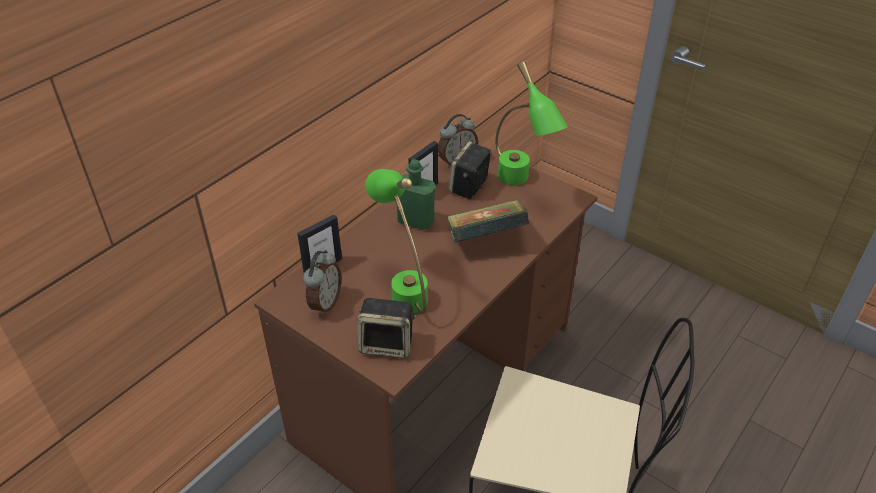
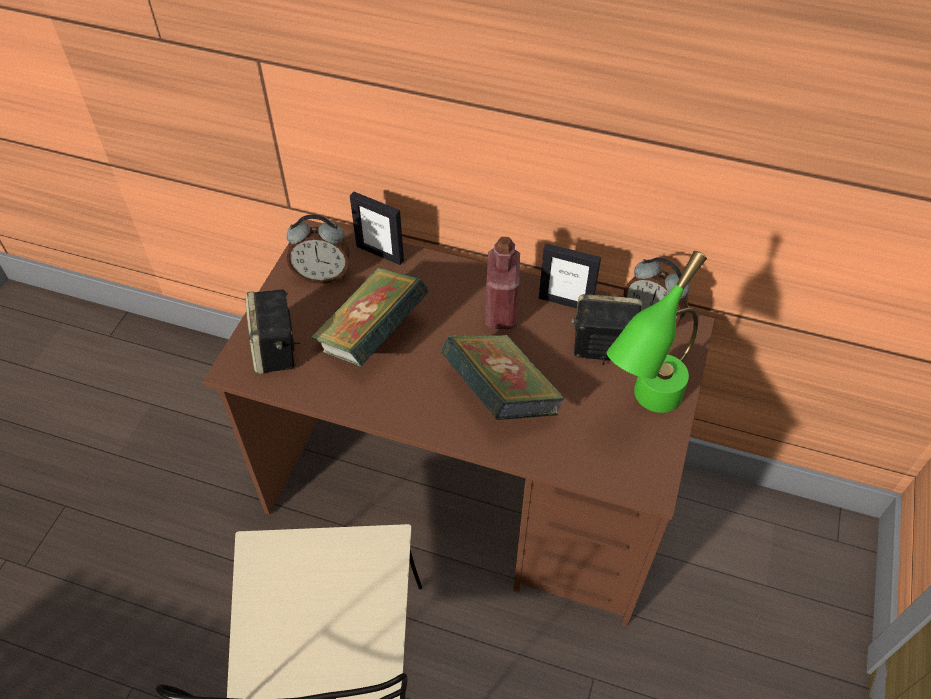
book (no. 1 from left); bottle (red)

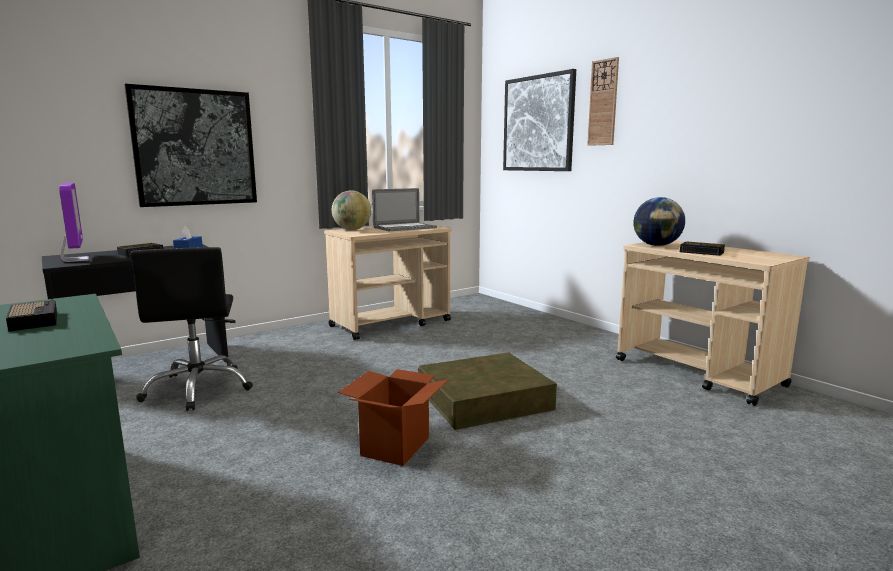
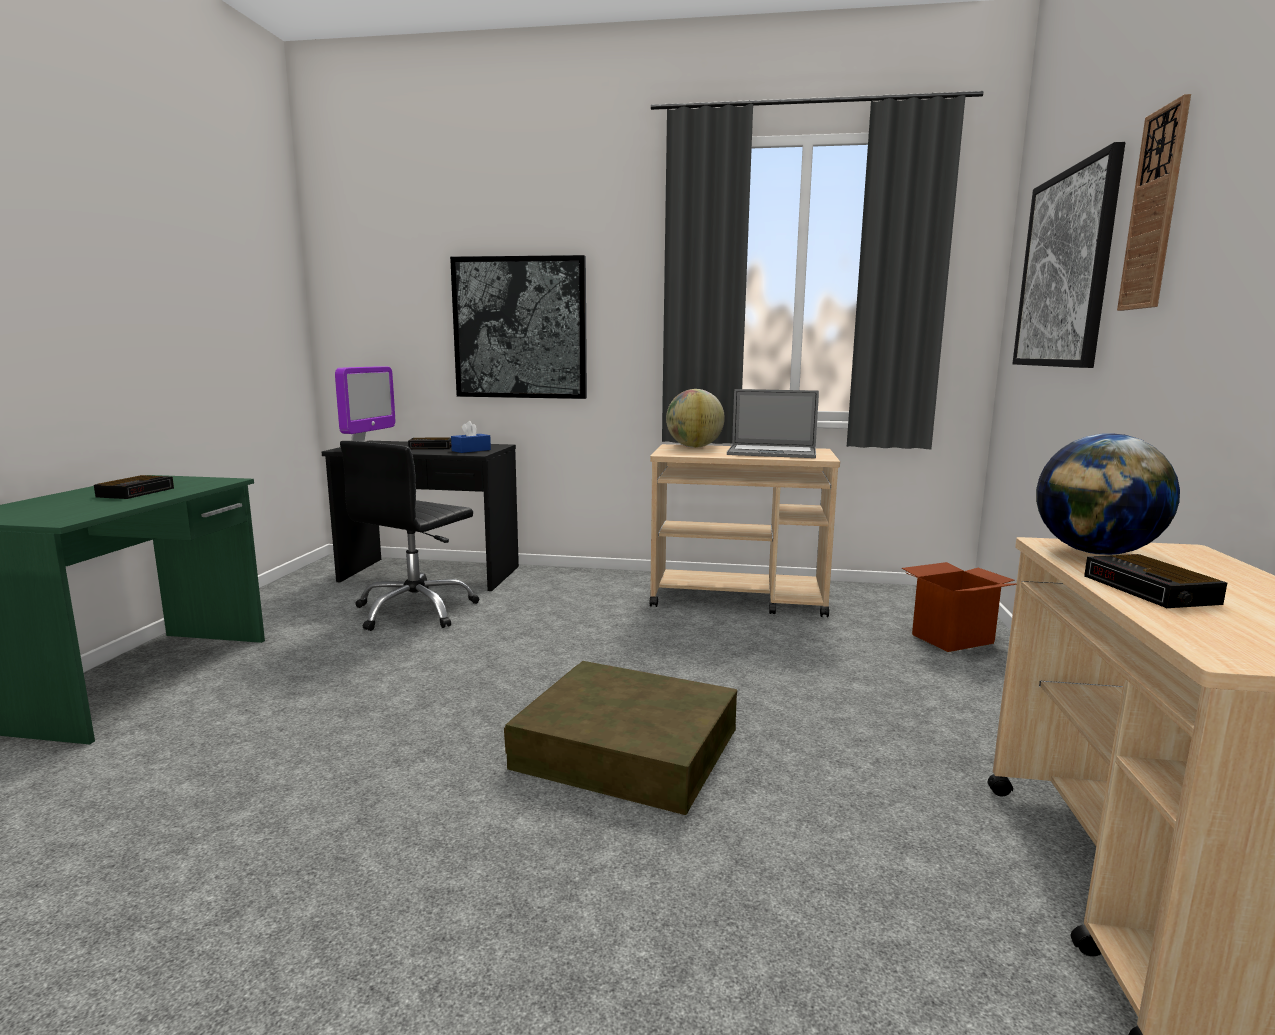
cardboard box

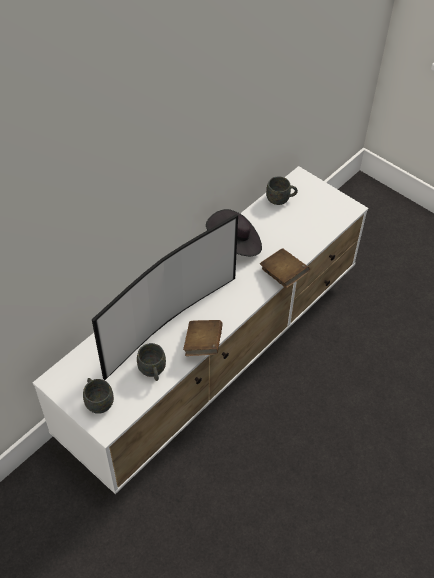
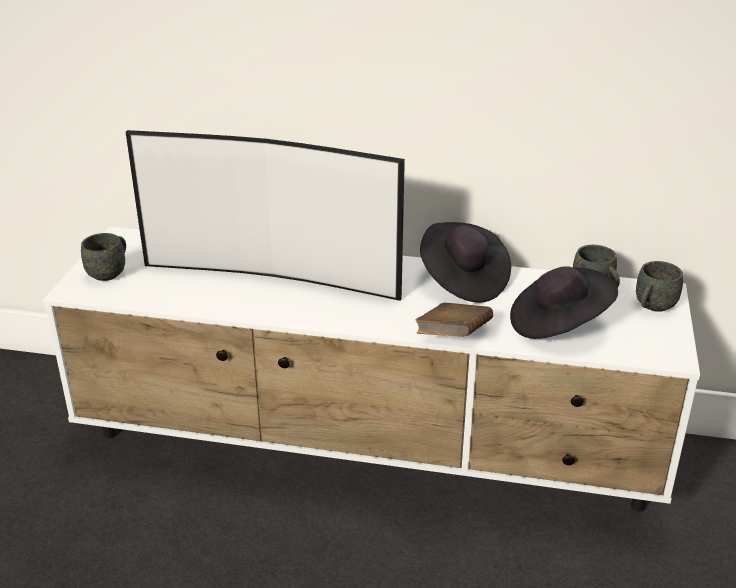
book (brown) (no. 1 from left in the first image); hat (black) (no. 2 from left); mug (grey) (no. 3 from left)

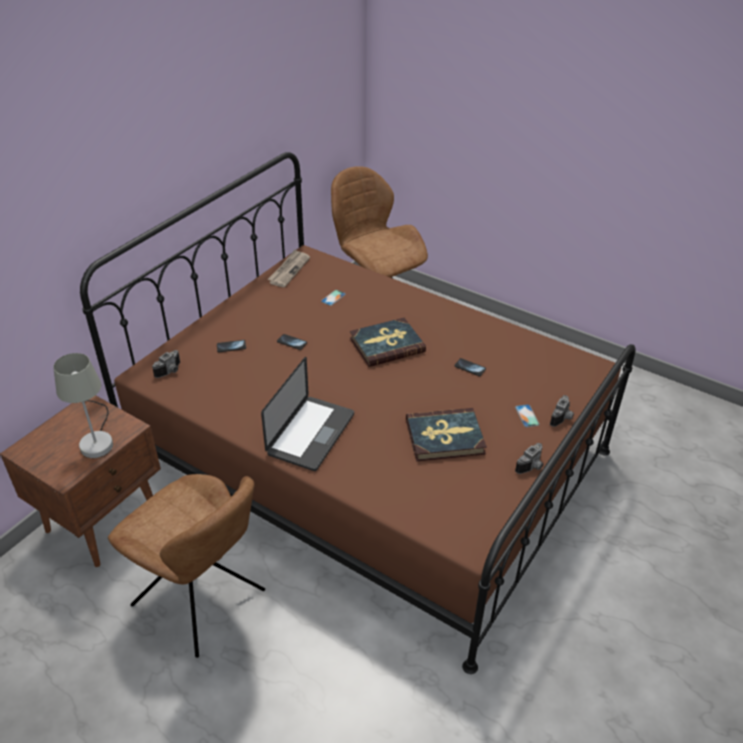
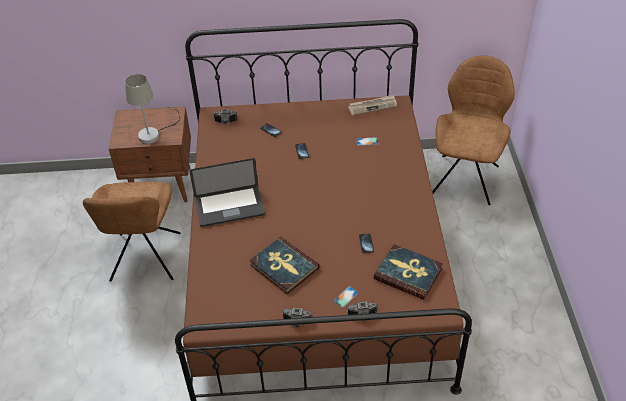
book (no. 2 from left)

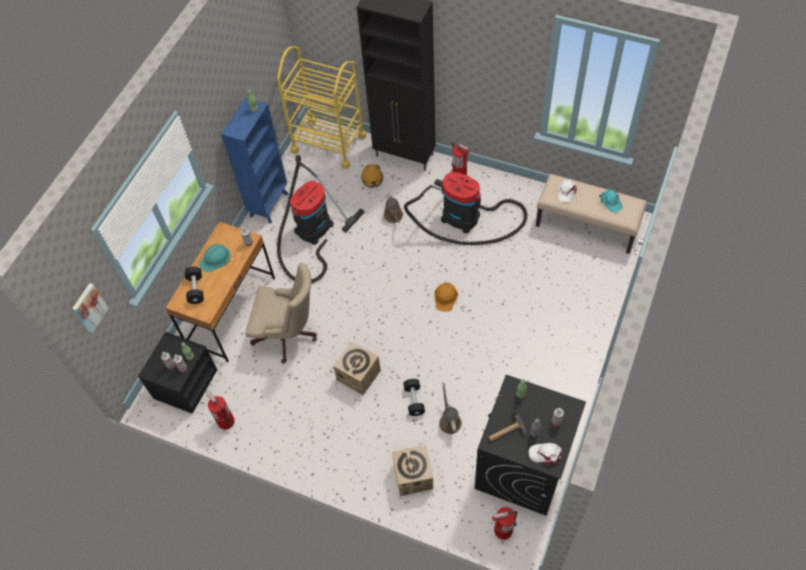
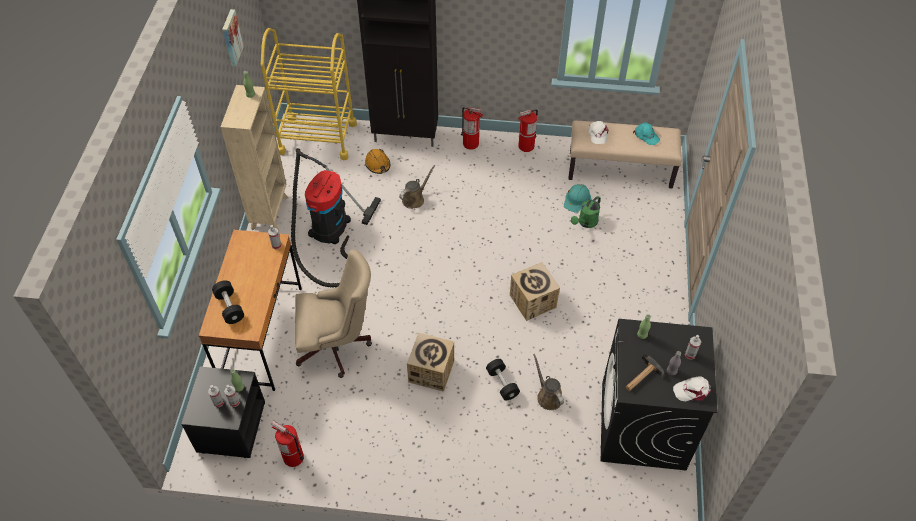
vacuum cleaner (no. 2 from left in the first image); hard hat (orange) (no. 2 from left in the first image); watering can (green); picture; hard hat (turquoise); cardboard box (no. 2 from left); fire extinguisher (no. 3 from left); bookcase (beige); watering can (brown) (no. 1 from left)

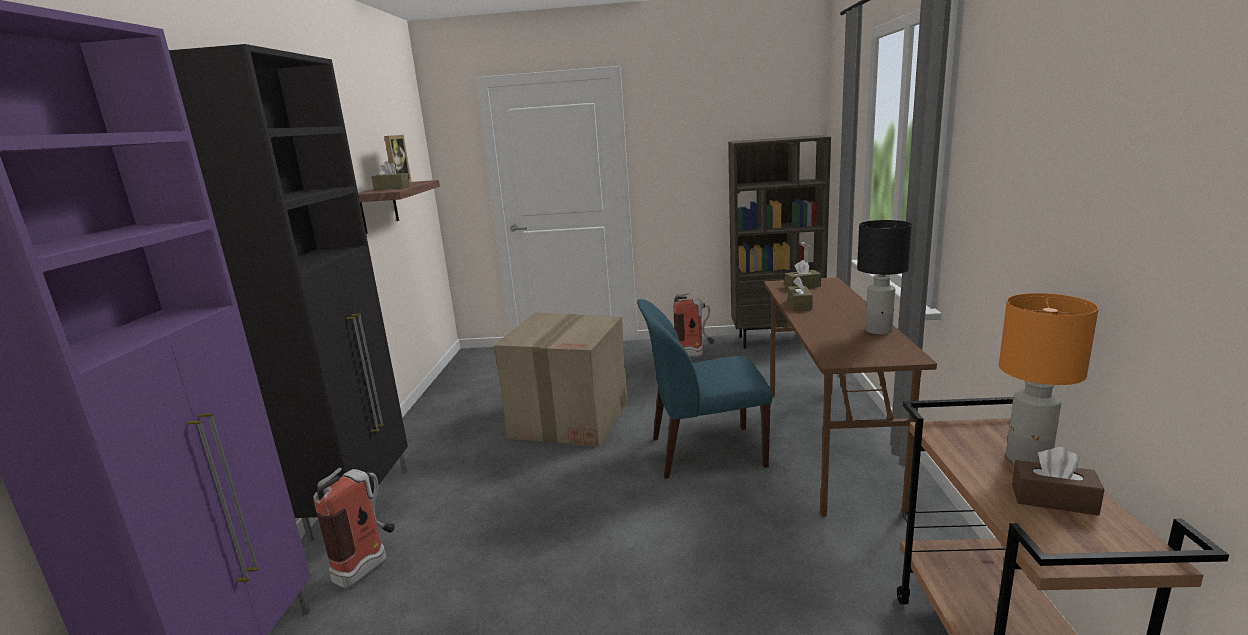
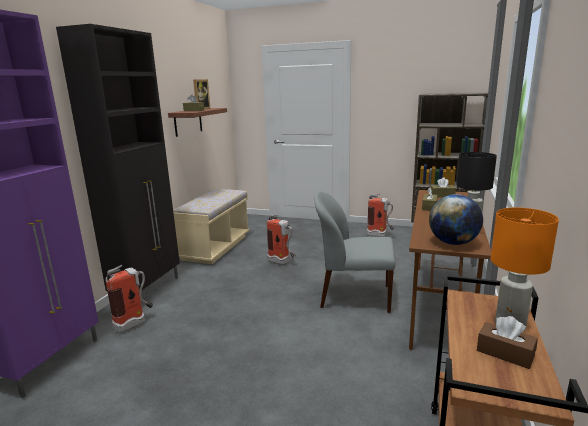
bench (beige); globe; fire extinguisher (no. 2 from left); chair (grey)

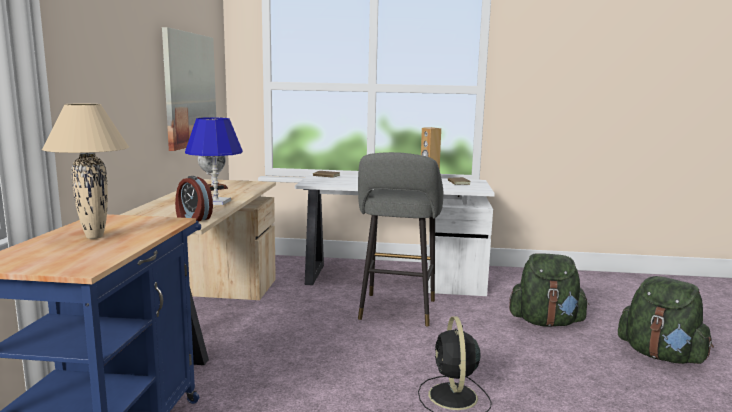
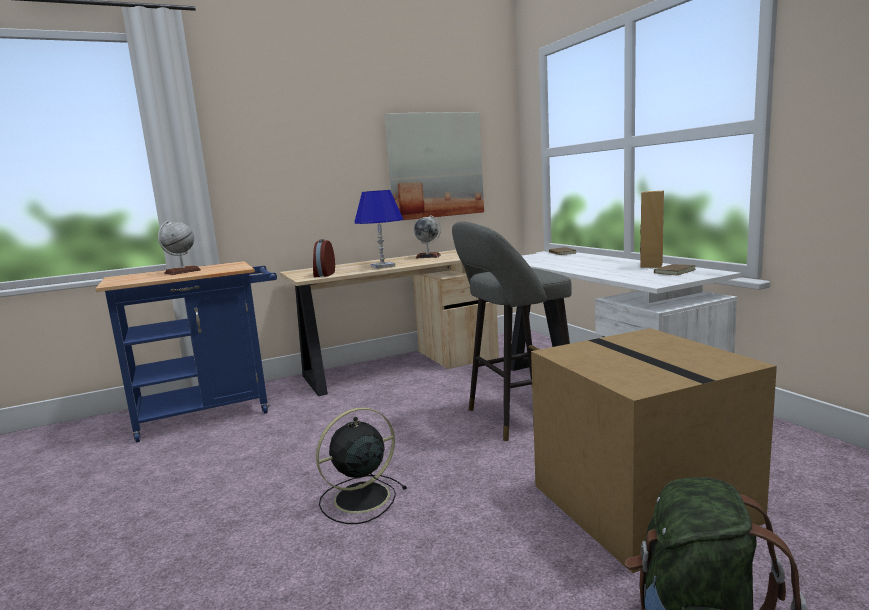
globe (no. 1 from left); cardboard box

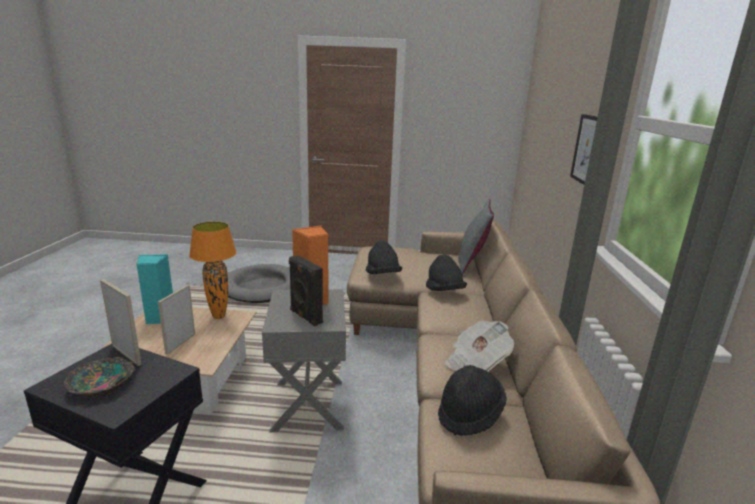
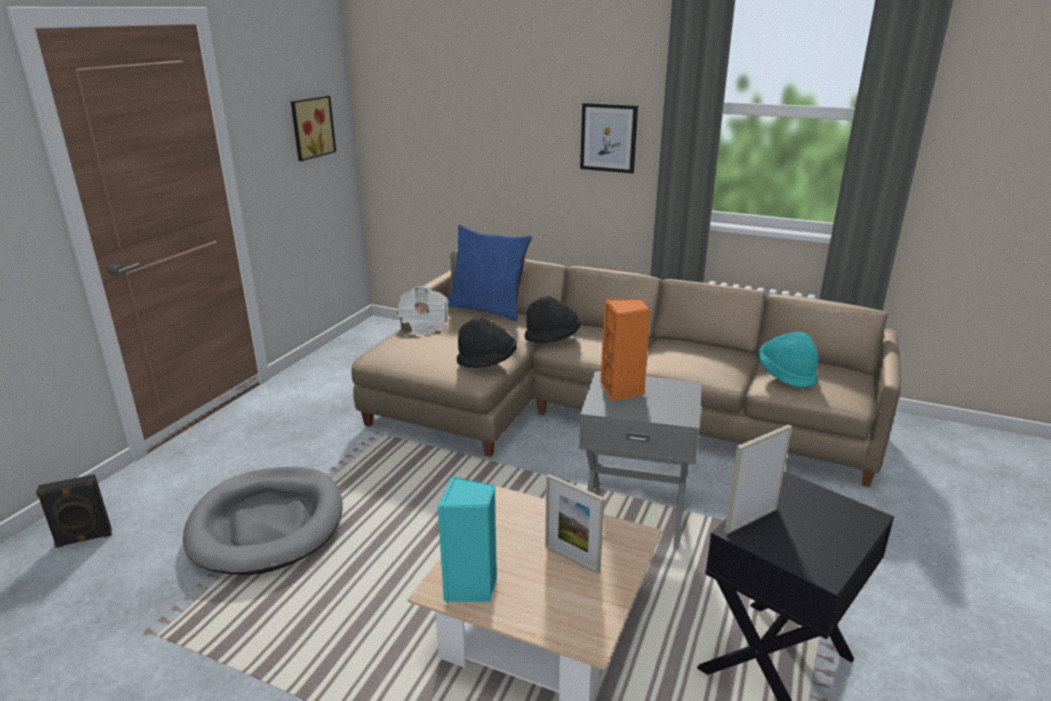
bowl; table lamp (orange); picture (no. 1 from left); speaker (black); newspaper; hat (turquoise); pillow (blue)

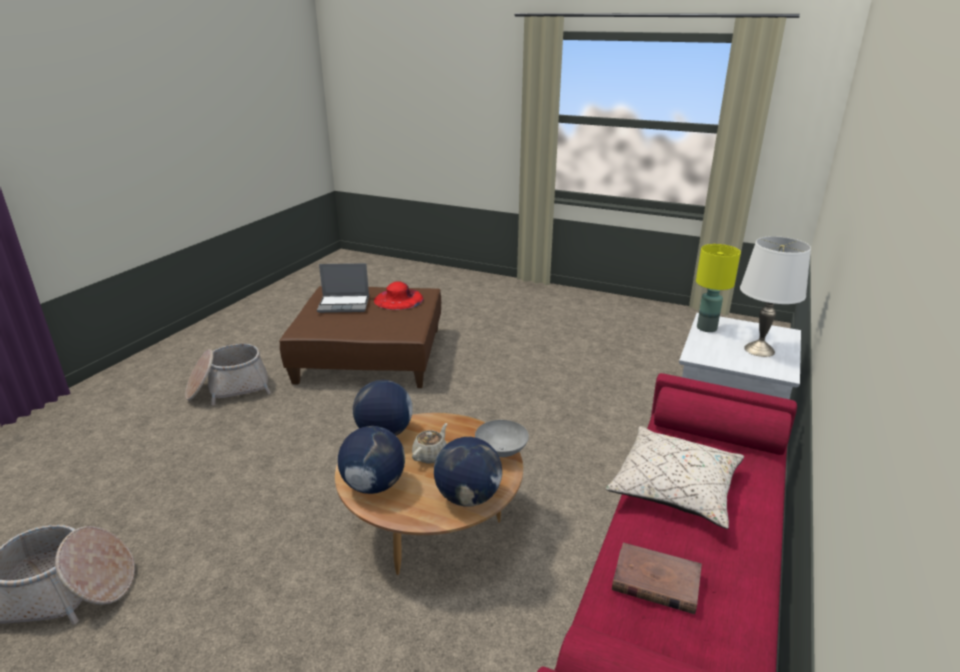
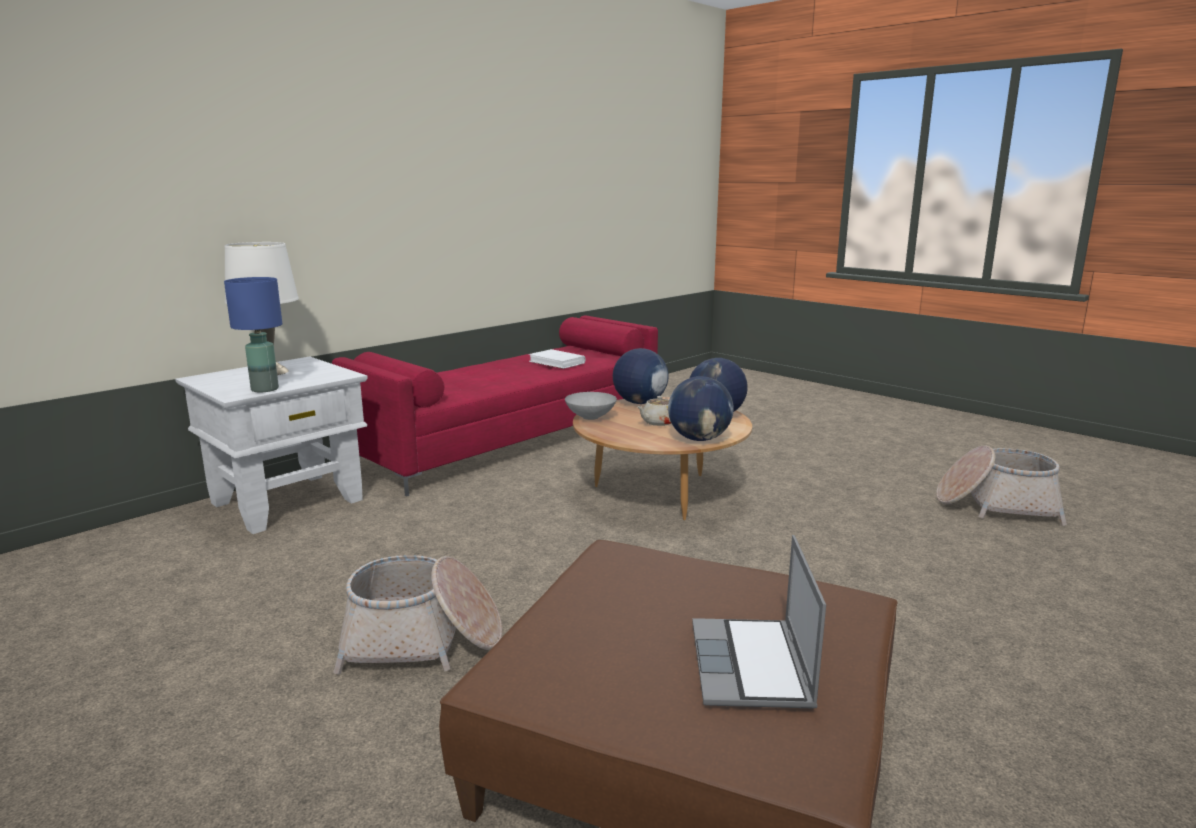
hat (red); pillow (beige); basket (no. 1 from left); book (white); table lamp (blue); laptop

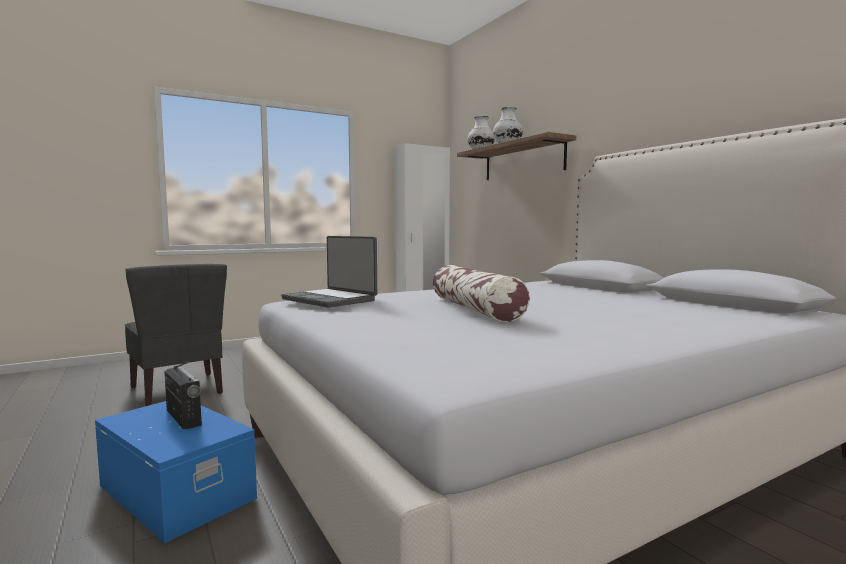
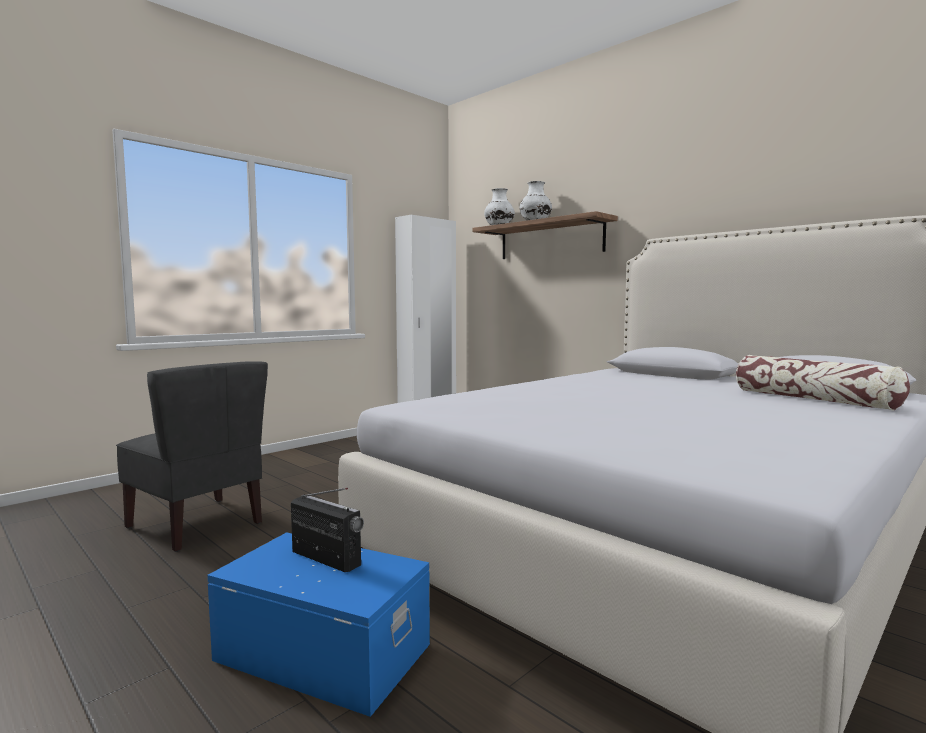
laptop; pillow

